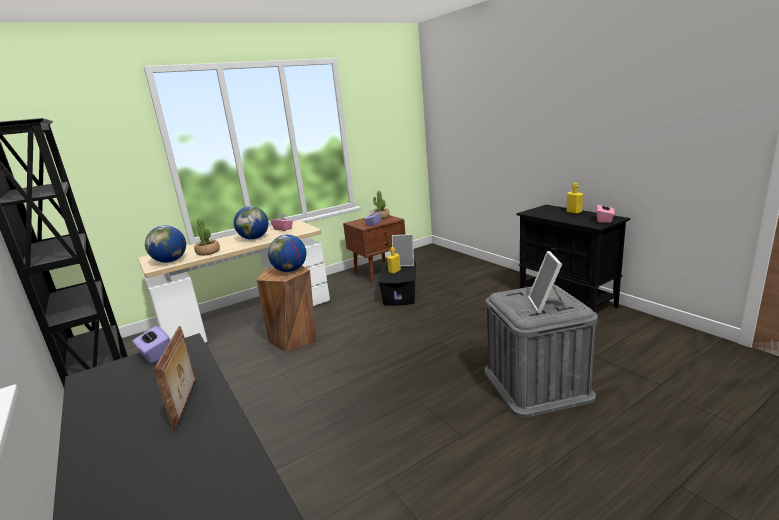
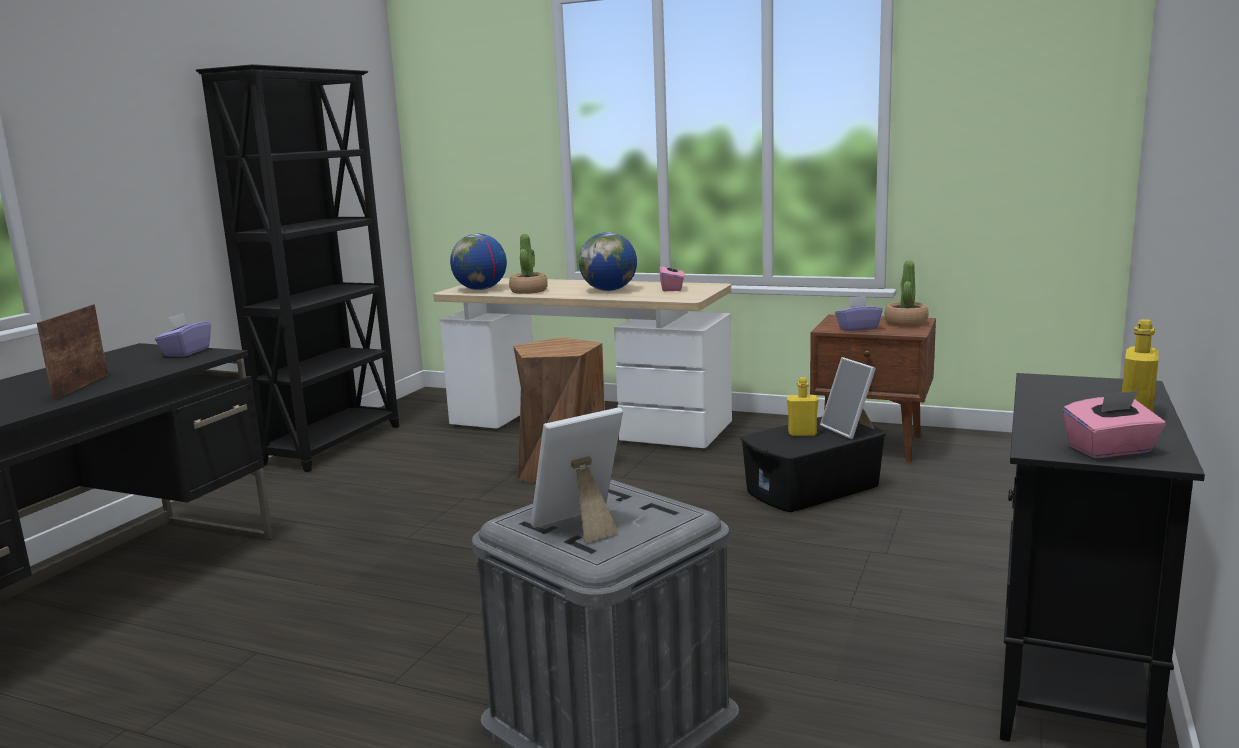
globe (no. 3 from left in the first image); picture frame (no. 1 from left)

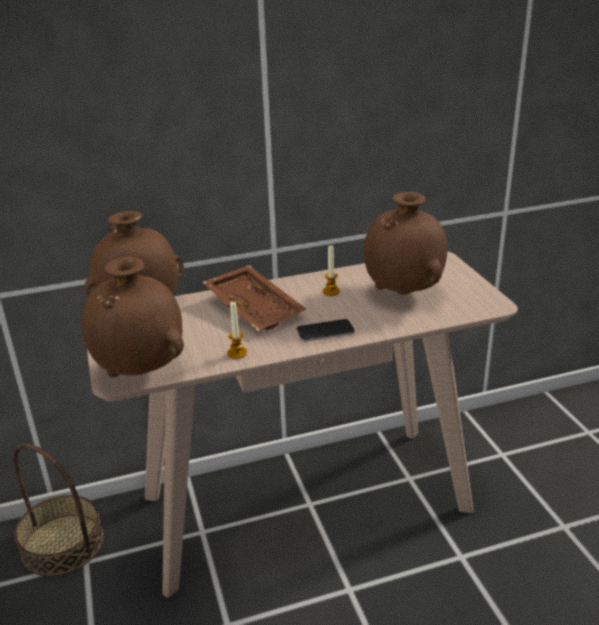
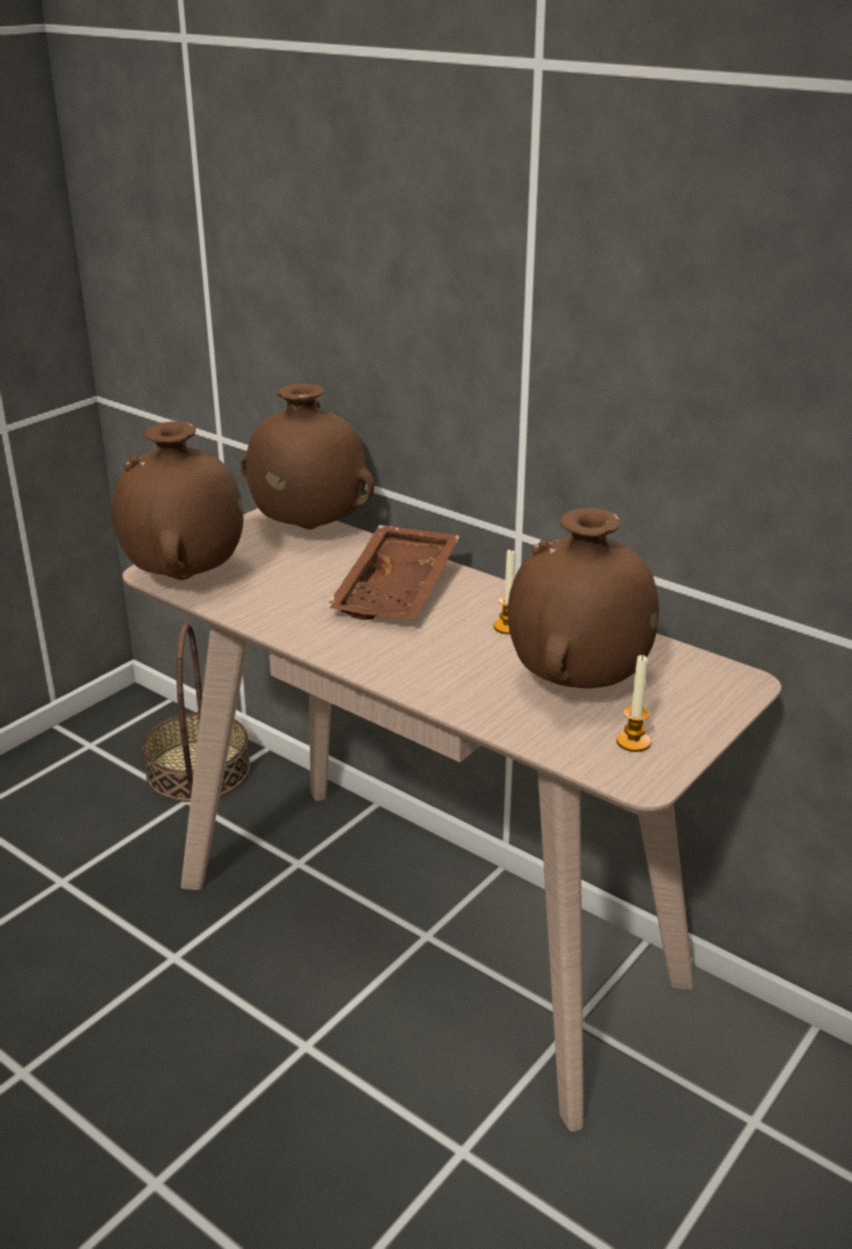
phone; candle (no. 2 from left)

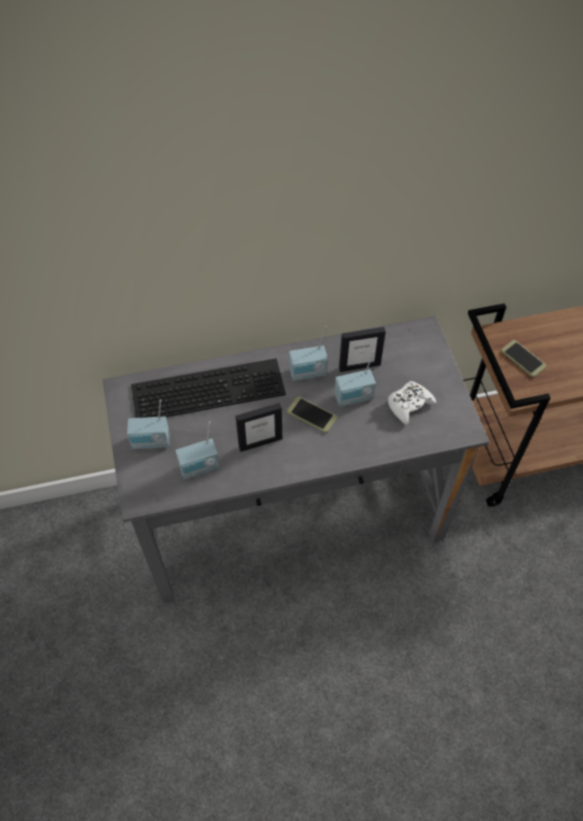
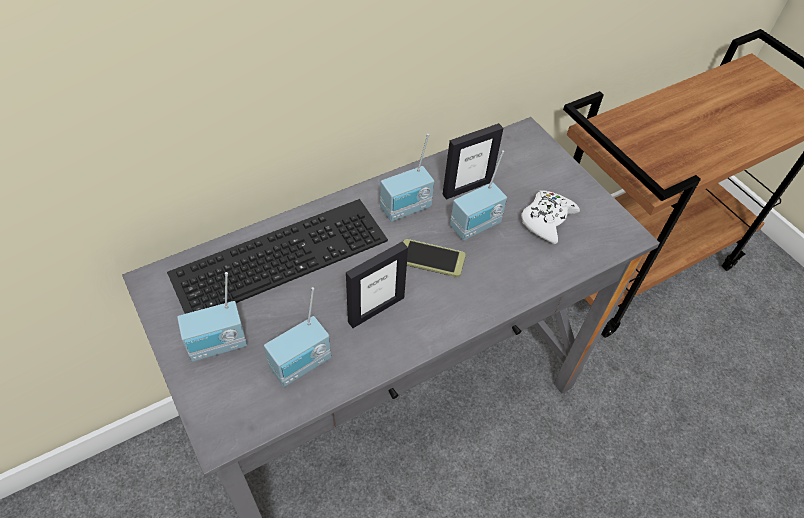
phone (no. 2 from left in the first image)

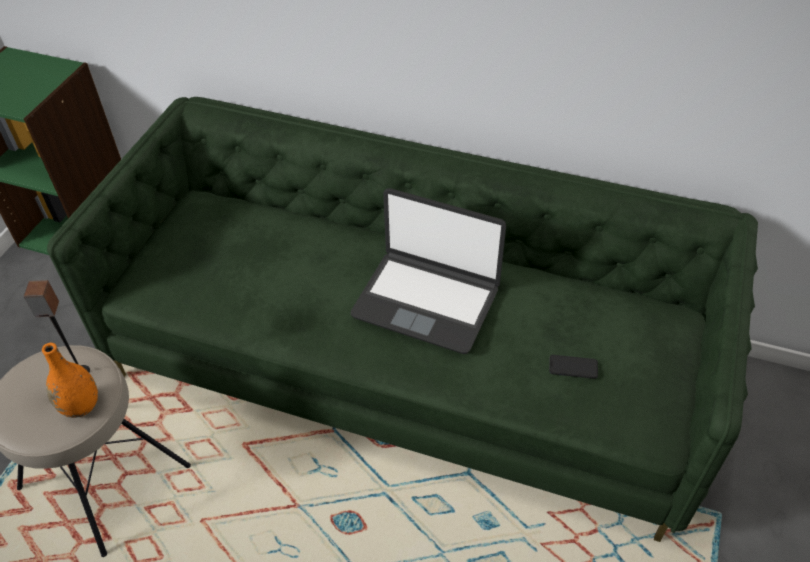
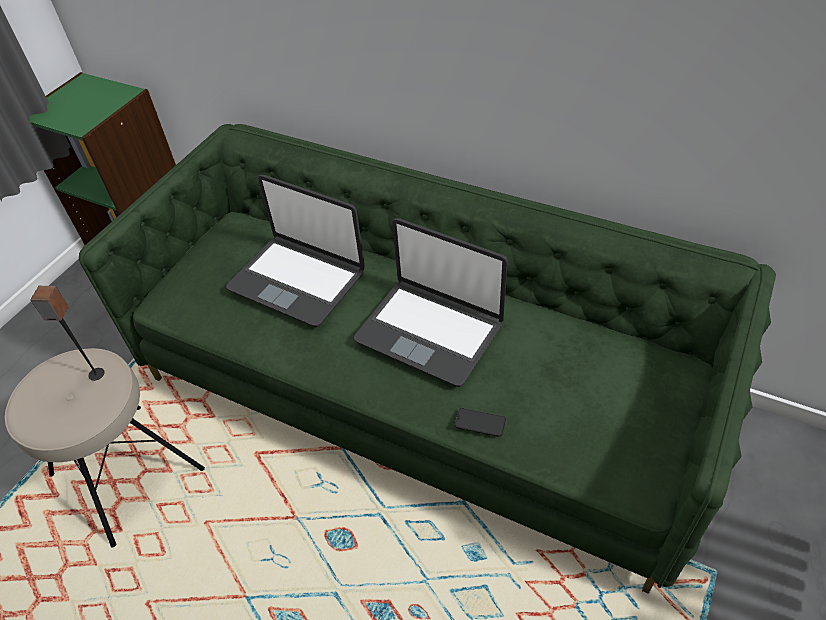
vase (orange); laptop (no. 1 from left); phone

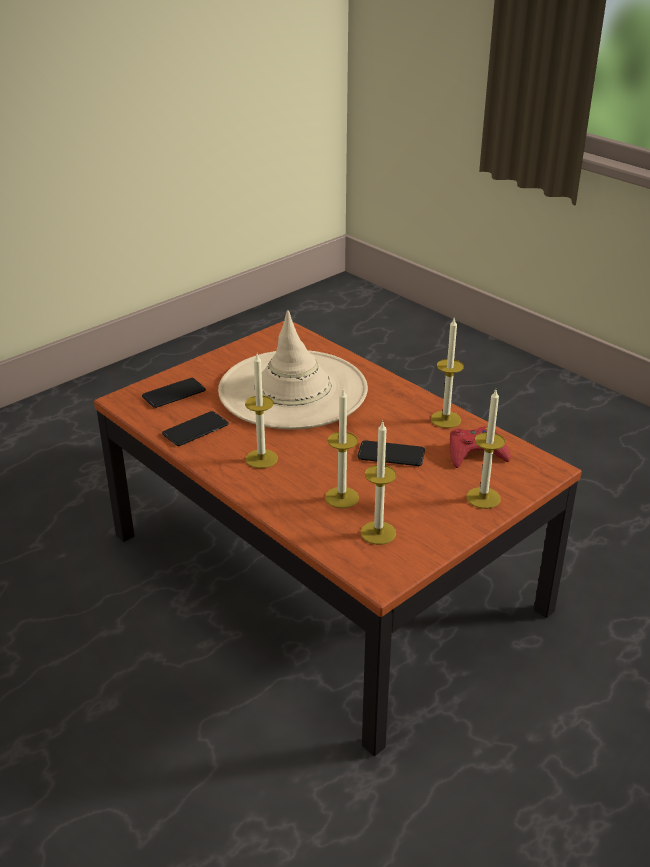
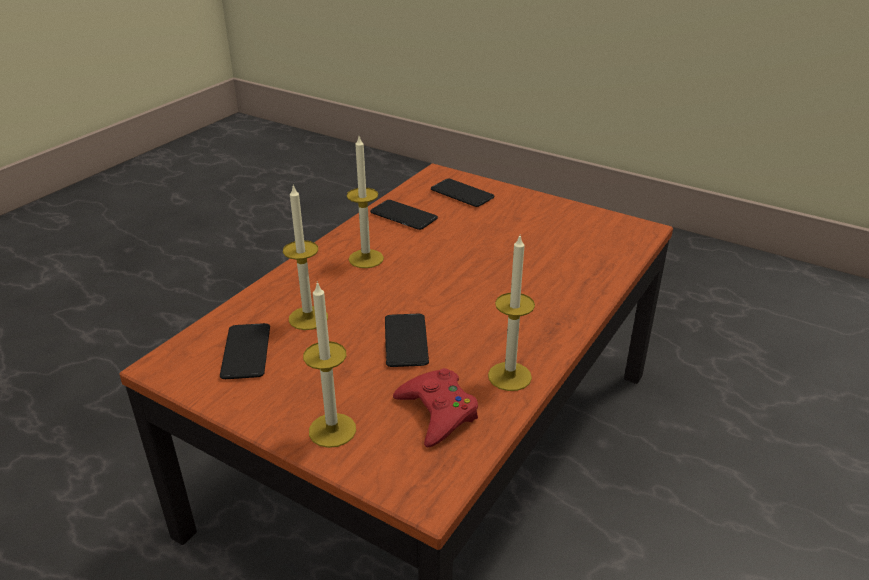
hat (beige); phone (no. 1 from left)

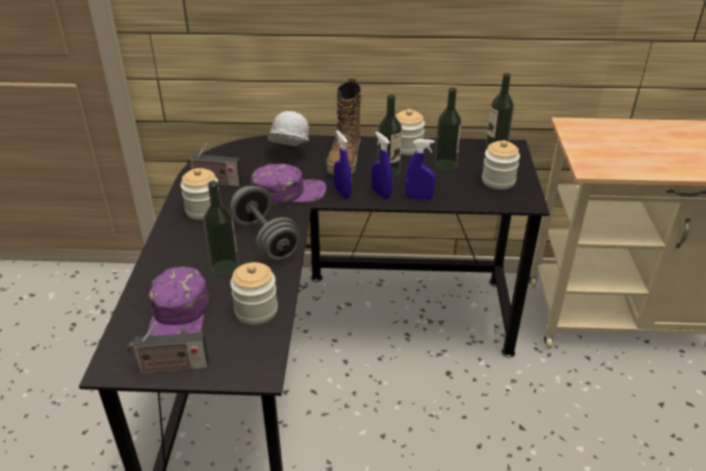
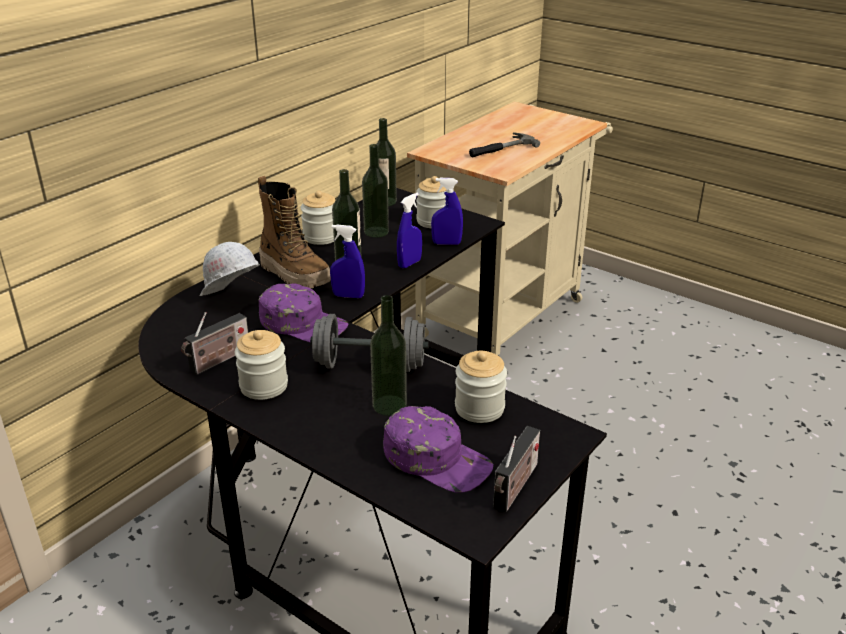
hammer; spray bottle (blue) (no. 3 from left); cap (purple) (no. 1 from left)

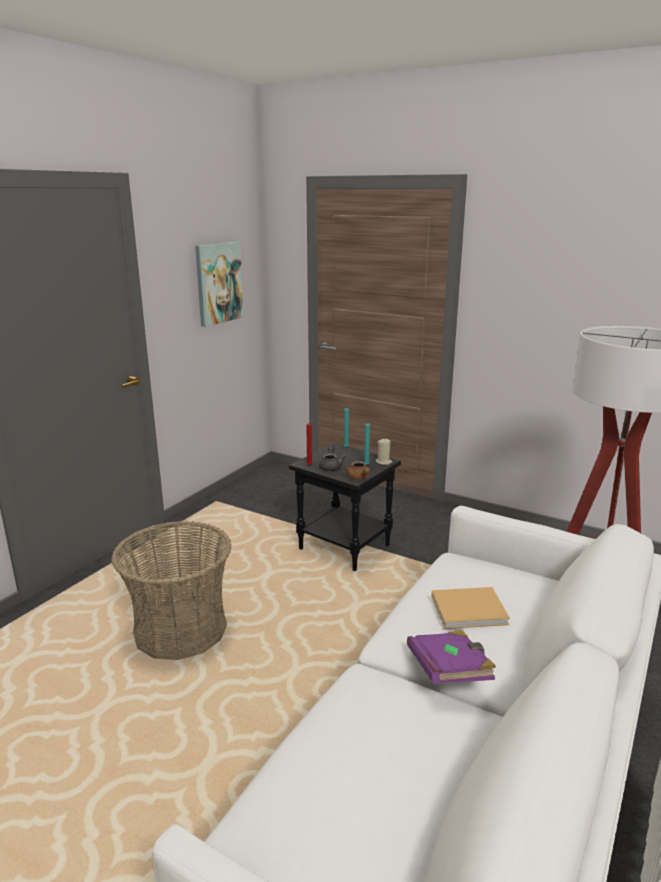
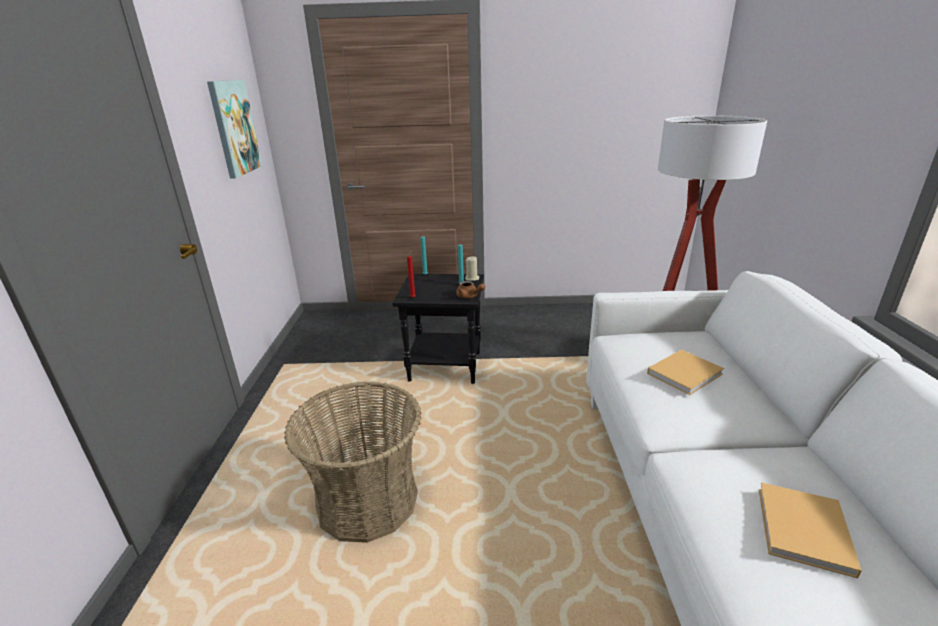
teapot (grey); book (purple); book (beige) (no. 2 from left)

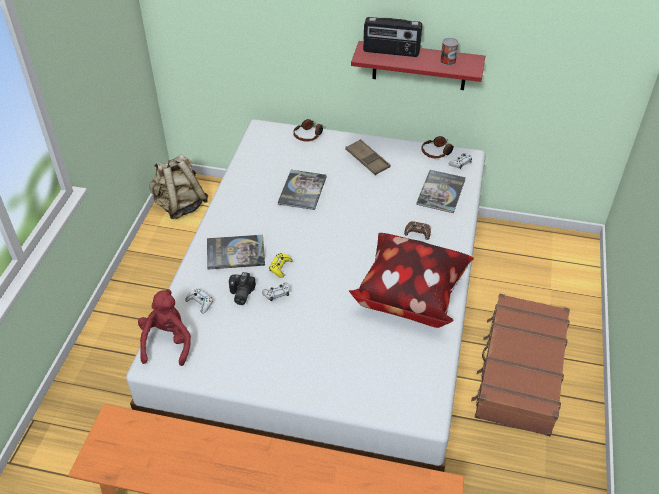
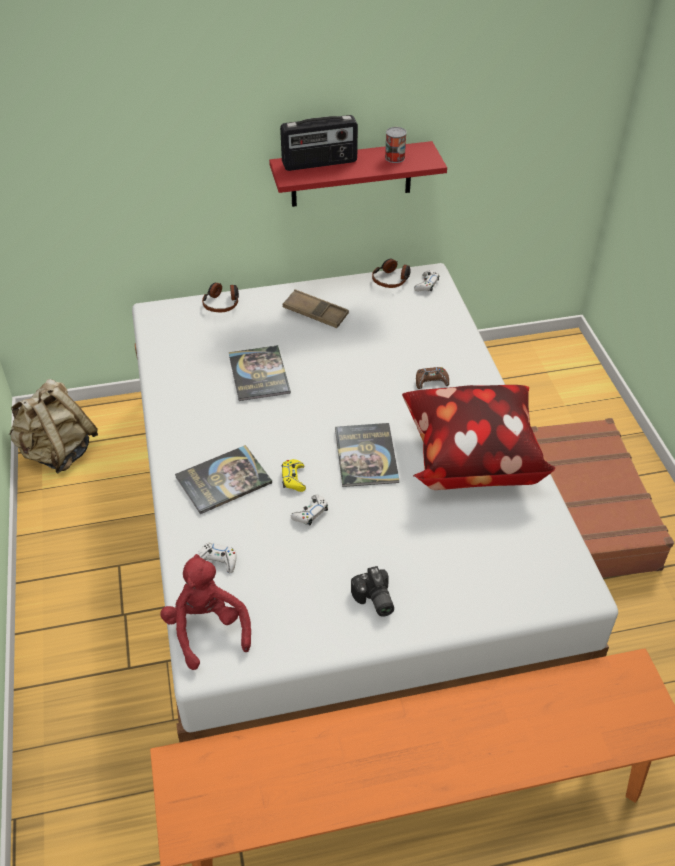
photo camera; book (no. 3 from left)

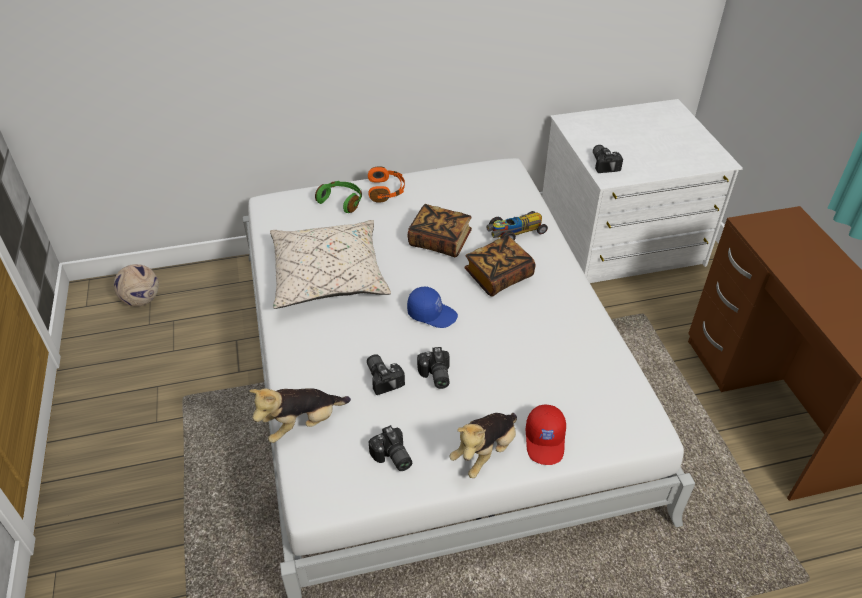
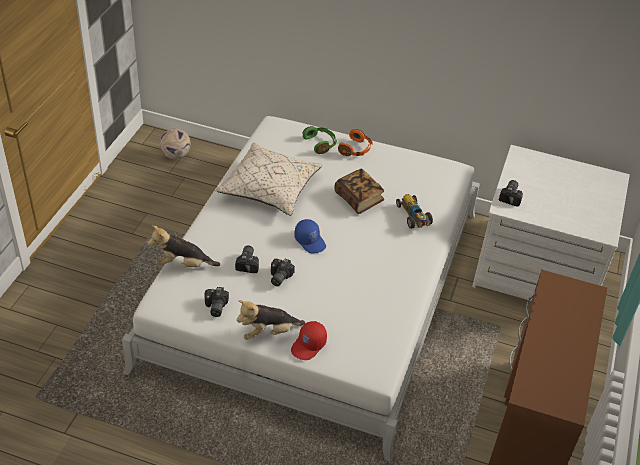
book (no. 2 from left in the first image); toy car

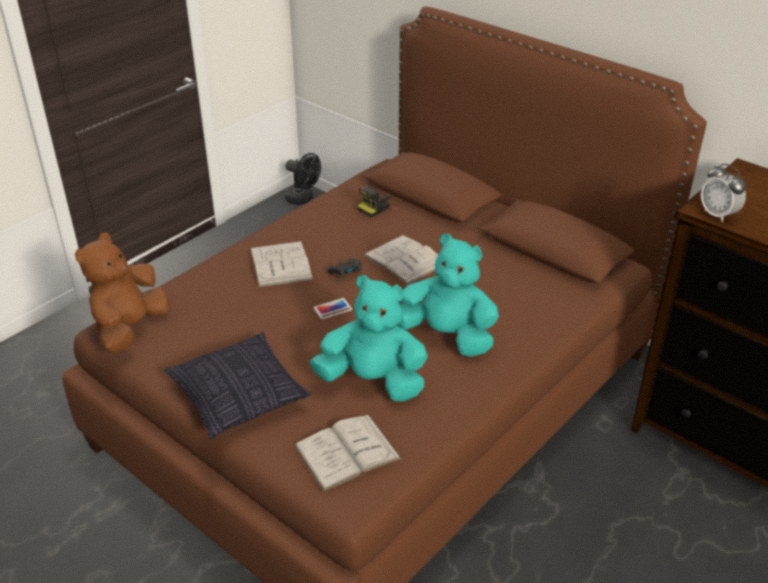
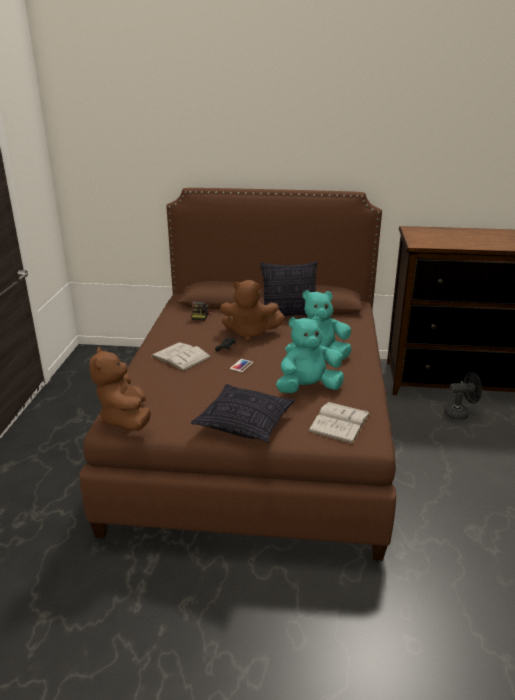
alarm clock; pillow (no. 2 from left); fan (black); plush toy (brown) (no. 2 from left)

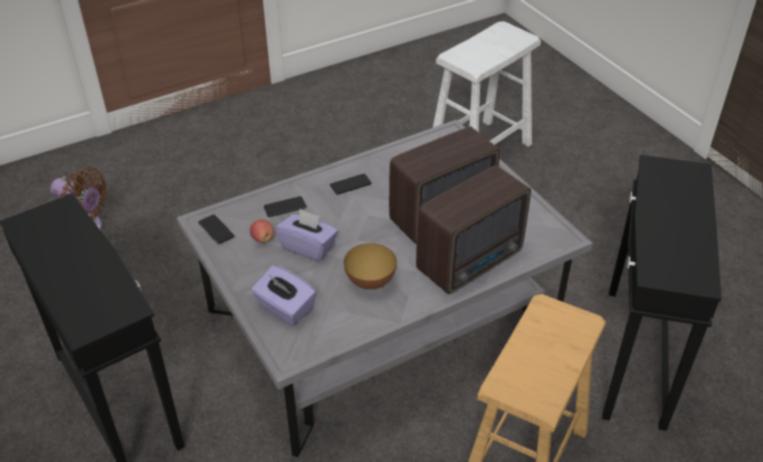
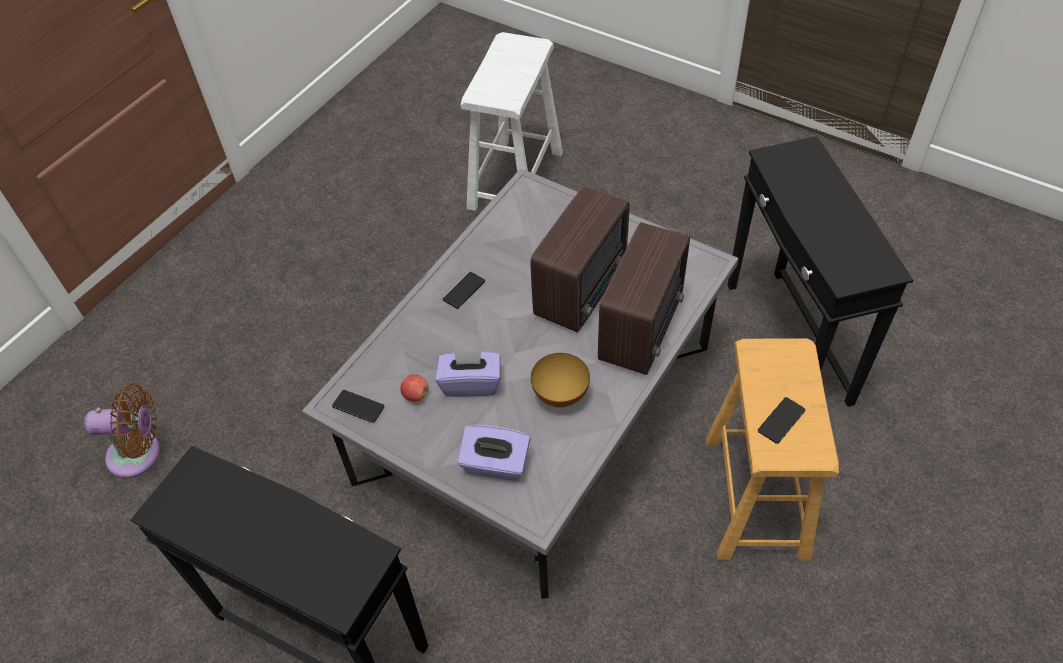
phone (no. 3 from left)

